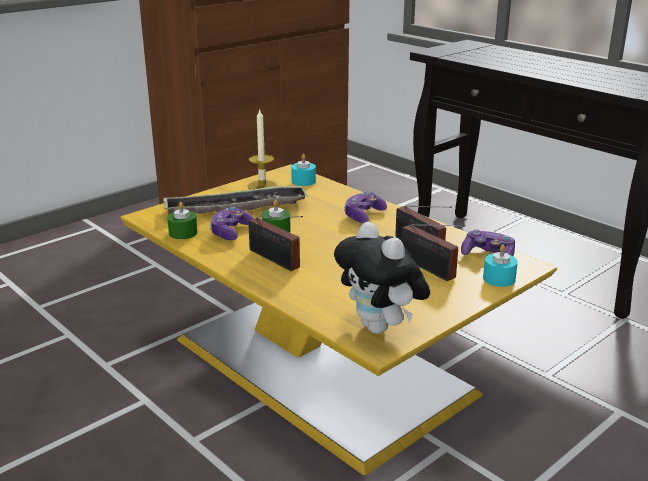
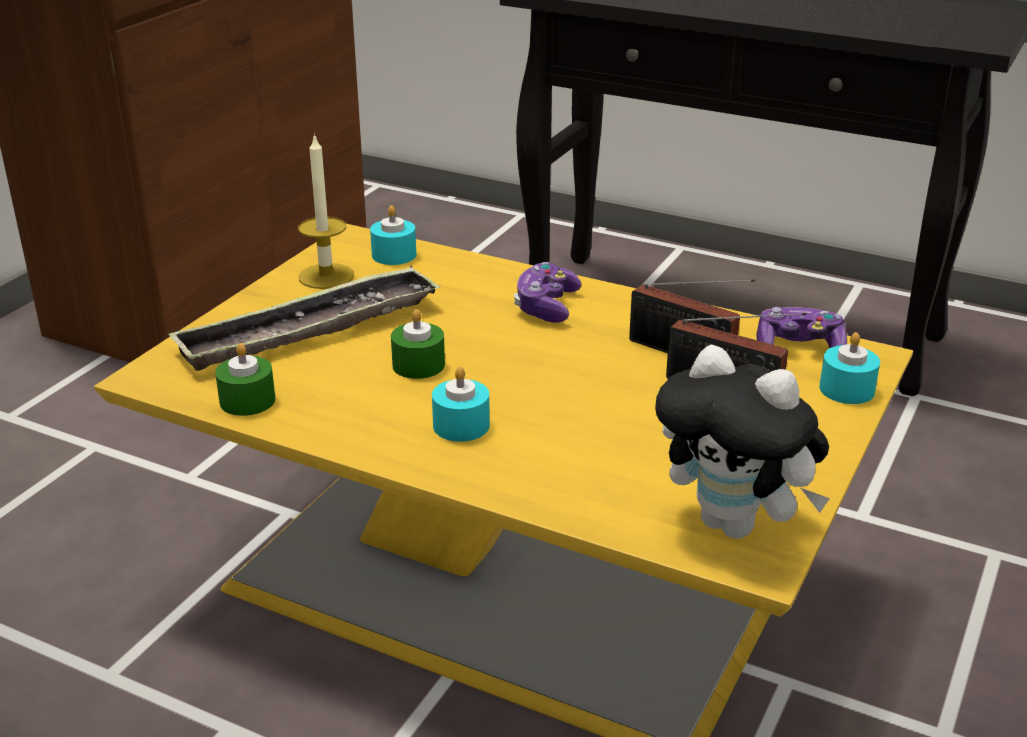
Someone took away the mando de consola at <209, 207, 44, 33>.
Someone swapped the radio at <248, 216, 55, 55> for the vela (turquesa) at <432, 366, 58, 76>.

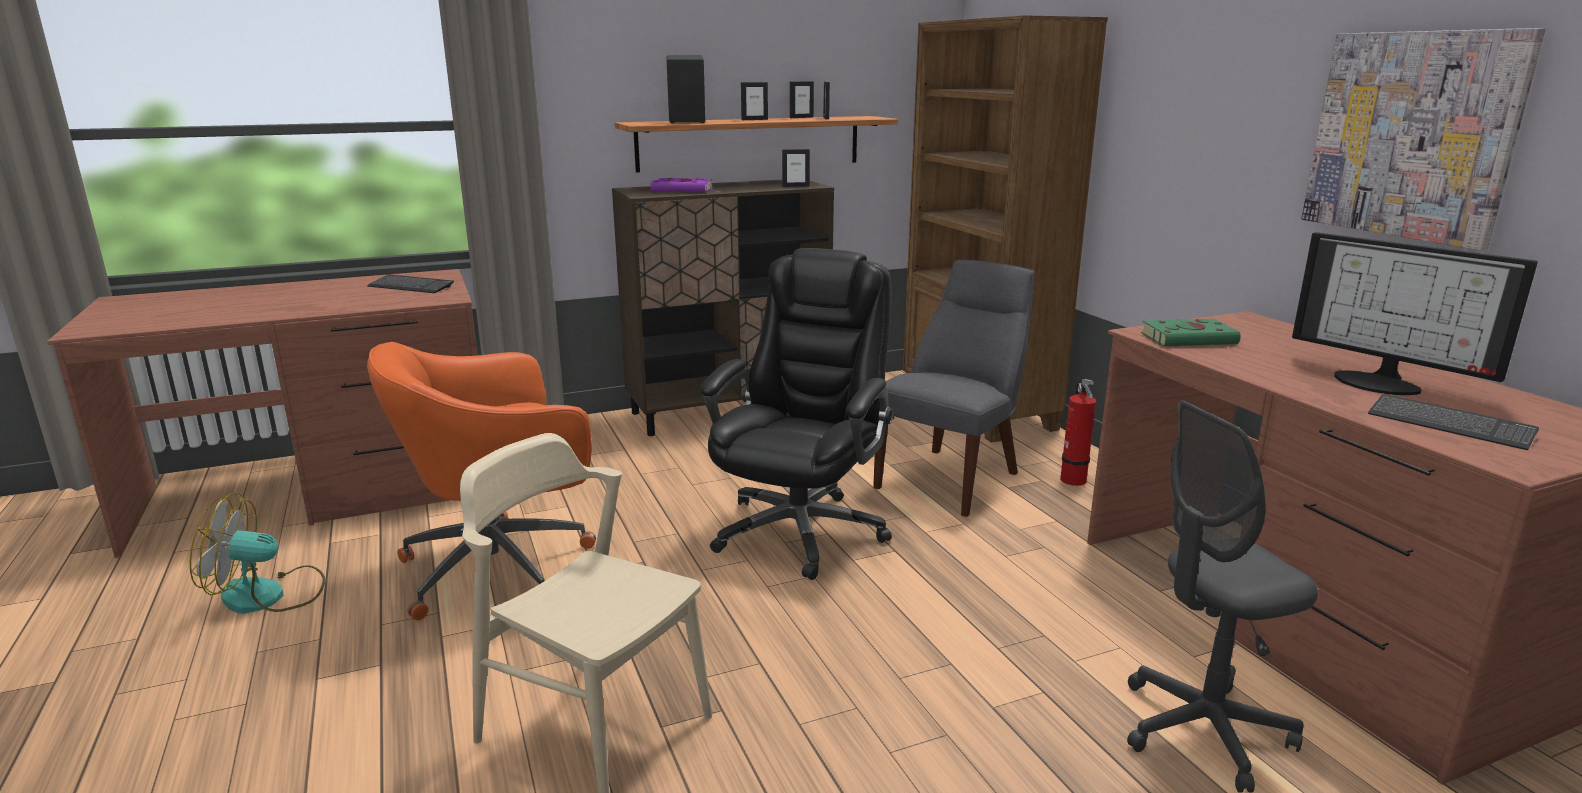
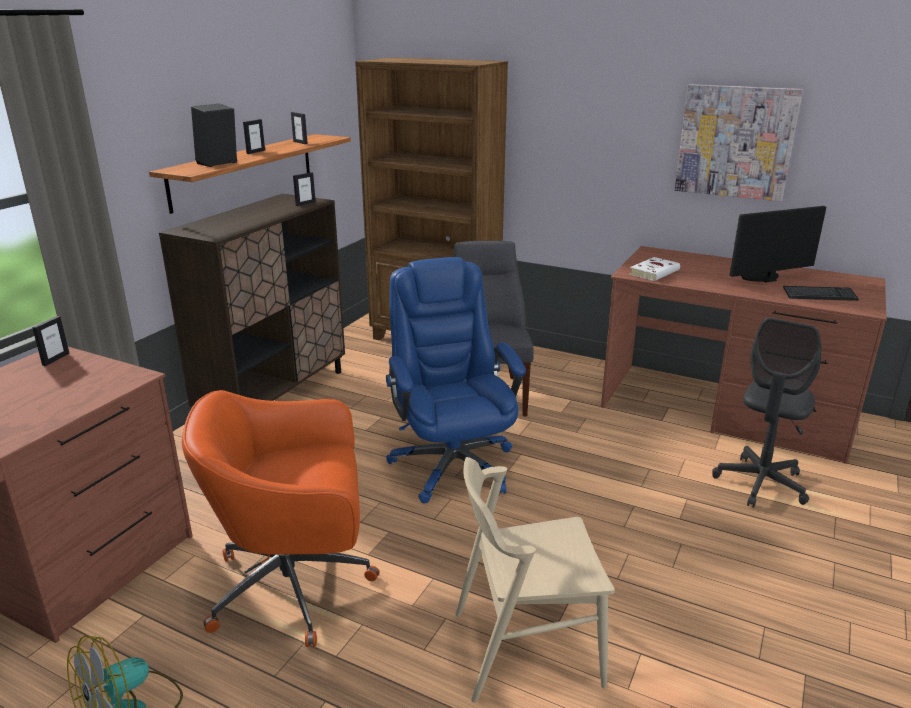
Someone carried the portarretratos from <790, 81, 24, 37> to <32, 316, 38, 50>.
Someone took away the libro (morado) at <651, 178, 68, 14>.
Someone rotated the monitor at <1292, 232, 246, 163> by 150 degrees clockwise.
Someone repainted the silla de oficina (negro) at <700, 248, 193, 332>, which became the silla de oficina (azul) at <386, 257, 140, 246>.
Someone took away the teclado at <367, 275, 87, 18>.
Someone repainted the libro (verde) at <1141, 319, 102, 27>, which became the libro (blanco) at <630, 257, 50, 24>.
Someone rotated the silla de oficina (naranja) at <367, 342, 229, 278> by 60 degrees clockwise.
Someone took away the extintor at <1060, 379, 36, 107>.

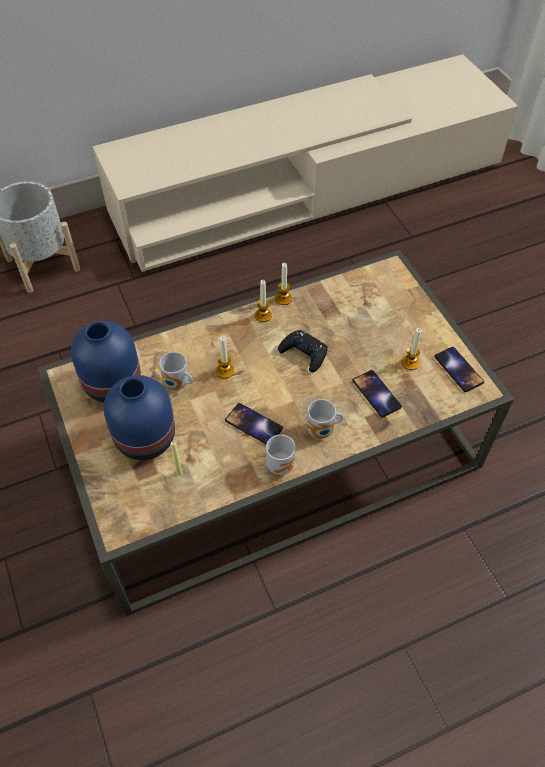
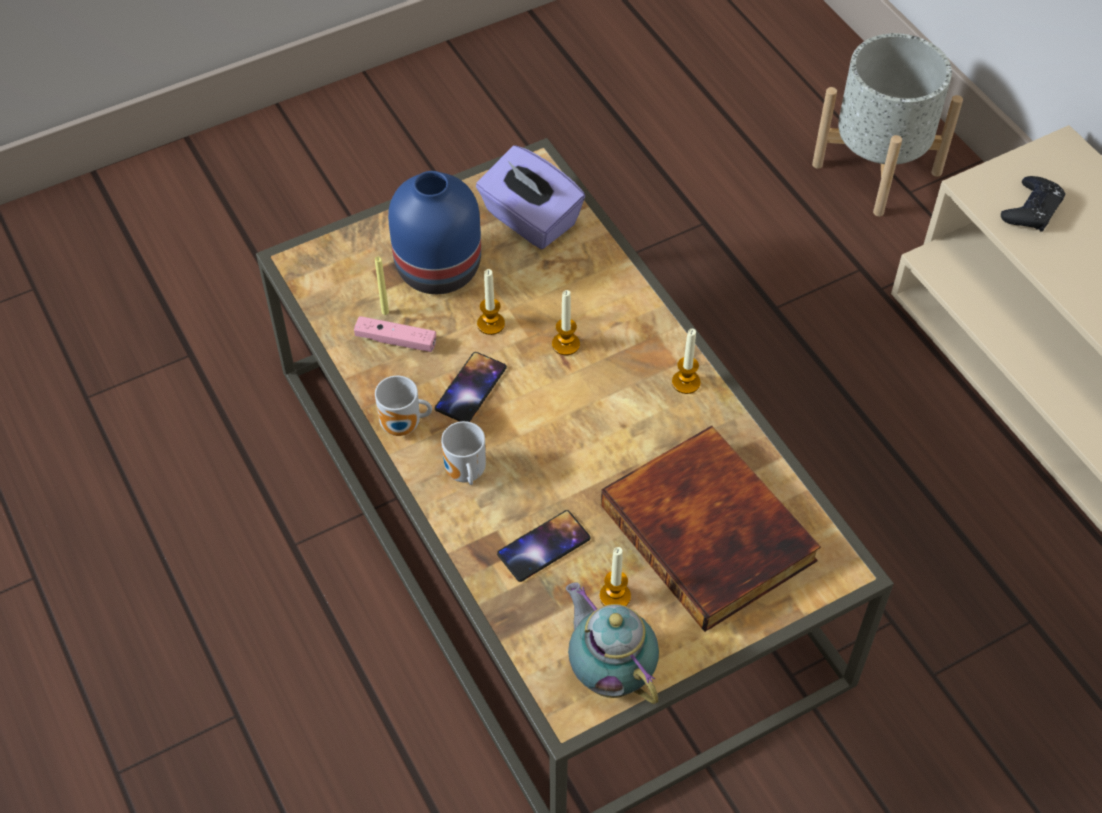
Someone carried the vela from <275, 263, 17, 42> to <477, 269, 28, 66>.
Someone swapped the florero (azul) at <71, 321, 70, 82> for the caja de pañuelos (morado) at <476, 146, 109, 103>.
Someone carried the mando de consola (negro) from <278, 330, 50, 42> to <1001, 176, 64, 56>.
Someone swapped the móvil at <434, 347, 50, 45> for the tetera at <566, 582, 93, 122>.
Someone took away the taza grande at <159, 352, 34, 38>.
Someone put down the mando de consola (rosa) at <354, 316, 82, 36>.
Someone put down the libro at <601, 426, 220, 206>.

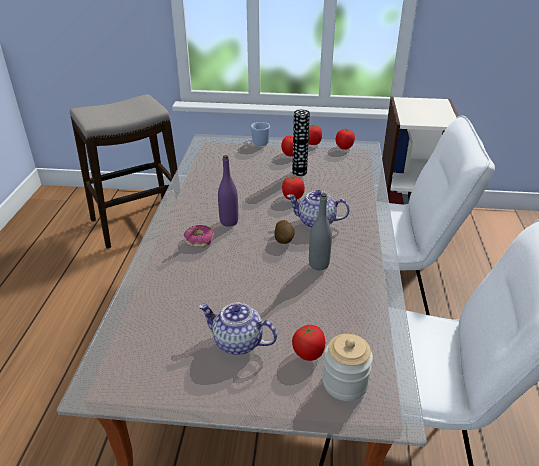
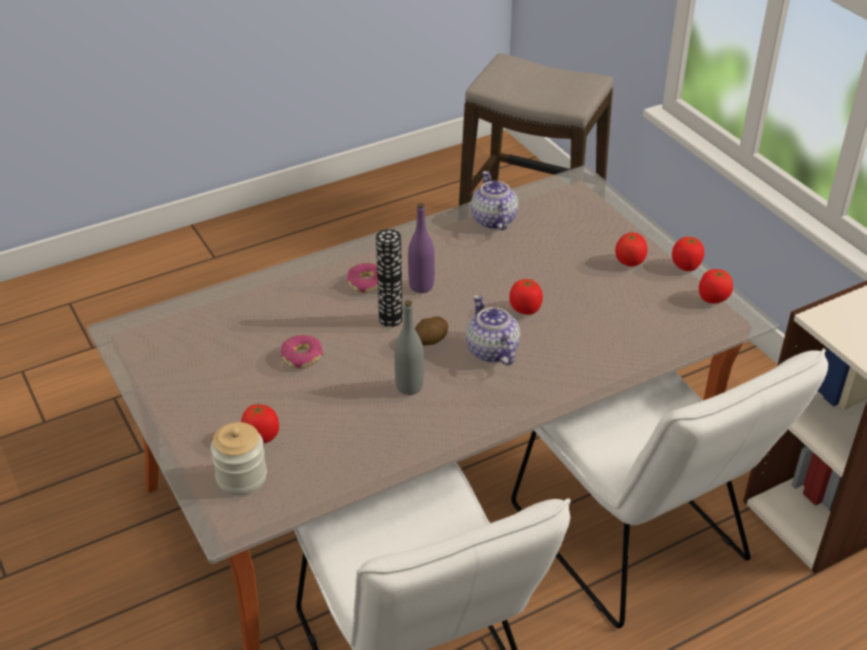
Someone carried the florero from <292, 109, 18, 67> to <376, 229, 27, 98>.
Someone took away the taza grande (azul) at <251, 122, 19, 24>.
Someone carried the tetera from <199, 303, 78, 52> to <471, 171, 47, 59>.
Someone put down the rosquilla at <281, 335, 42, 34>.

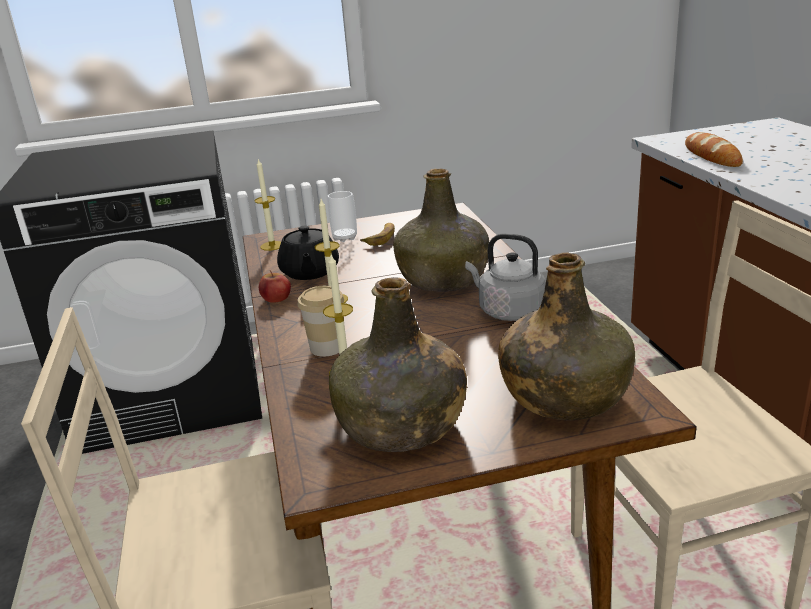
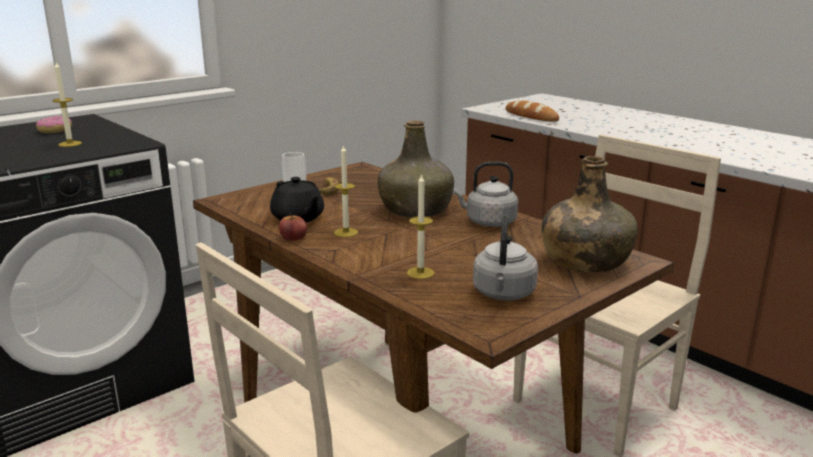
Someone carried the vela from <254, 159, 27, 92> to <52, 62, 30, 85>.
Someone swapped the botella (verde) at <329, 277, 138, 175> for the hervidor (gris) at <473, 215, 65, 85>.
Someone took away the taza at <298, 286, 46, 71>.
Someone put down the rosquilla at <36, 115, 36, 18>.

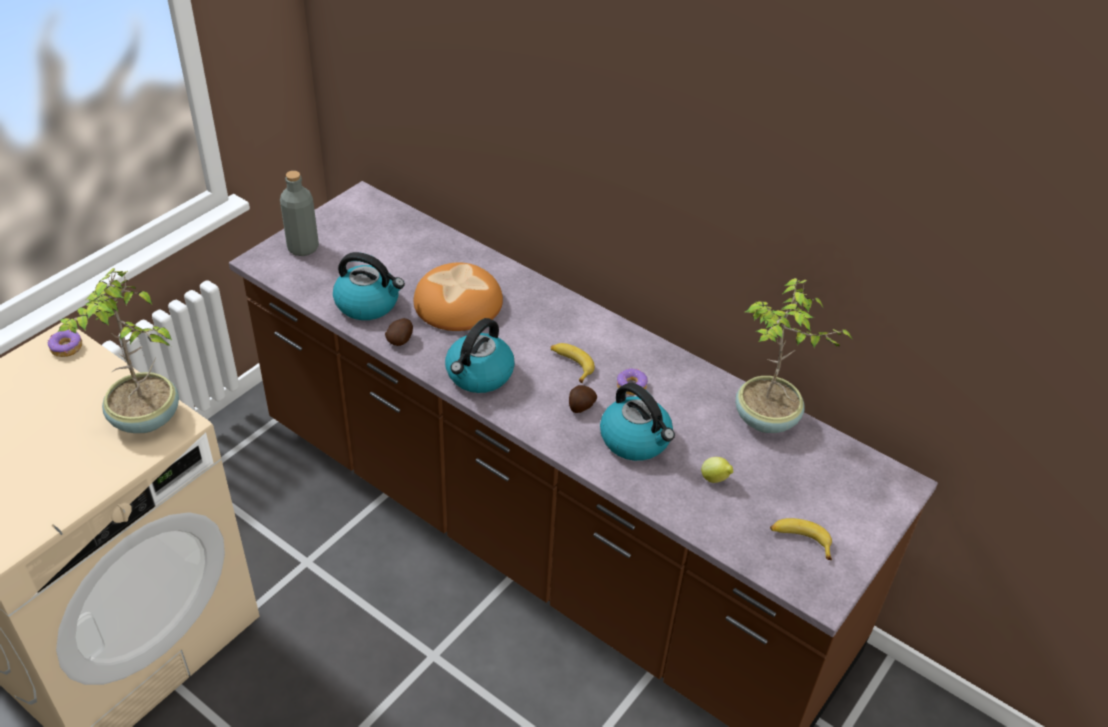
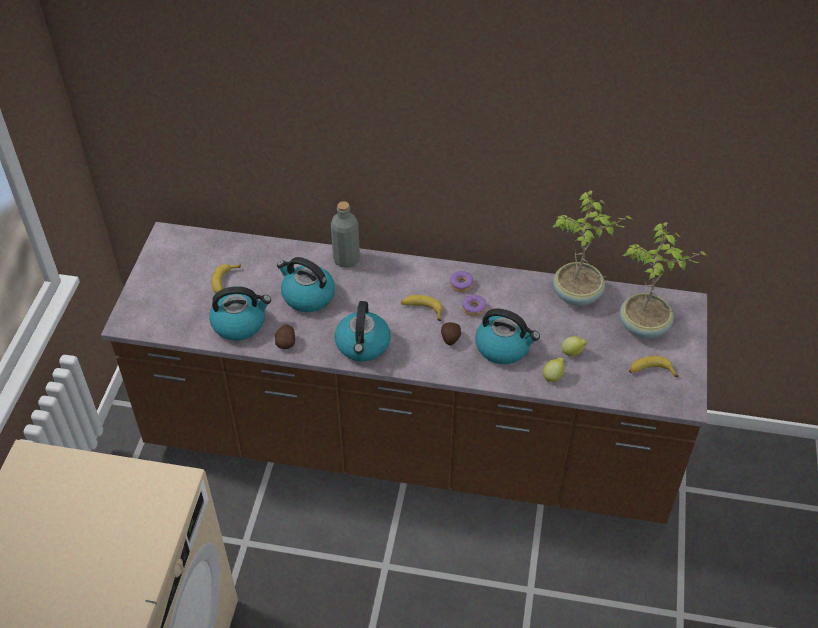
Someone carried the botella (gris) from <280, 171, 39, 85> to <331, 201, 29, 67>.
Someone swapped the pan at <414, 262, 89, 69> for the hervidor at <277, 257, 58, 55>.
Someone carried the planta en maceta from <58, 268, 121, 165> to <620, 222, 87, 116>.
Someone carried the rosquilla from <47, 330, 35, 27> to <450, 271, 23, 21>.
Someone put down the plátano at <211, 264, 30, 29>.
Someone put down the limón at <543, 357, 22, 26>.

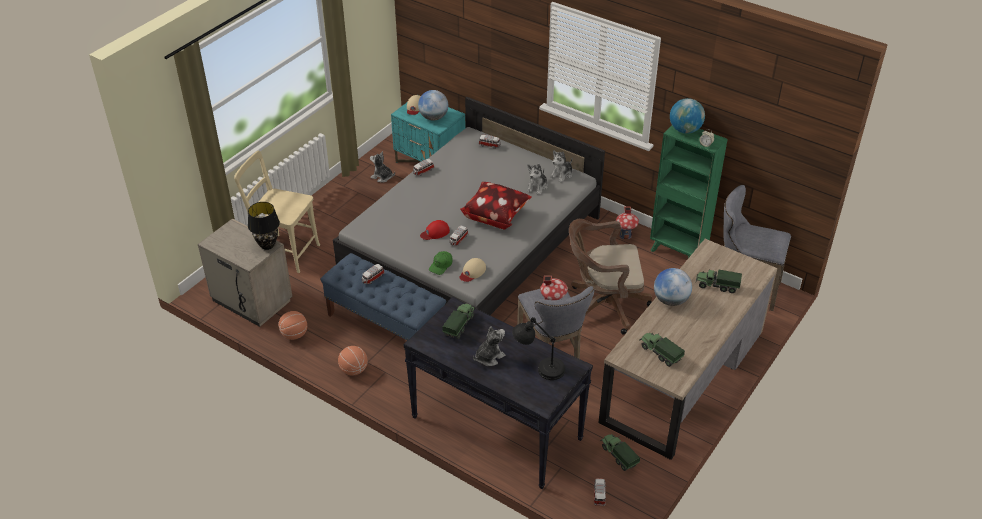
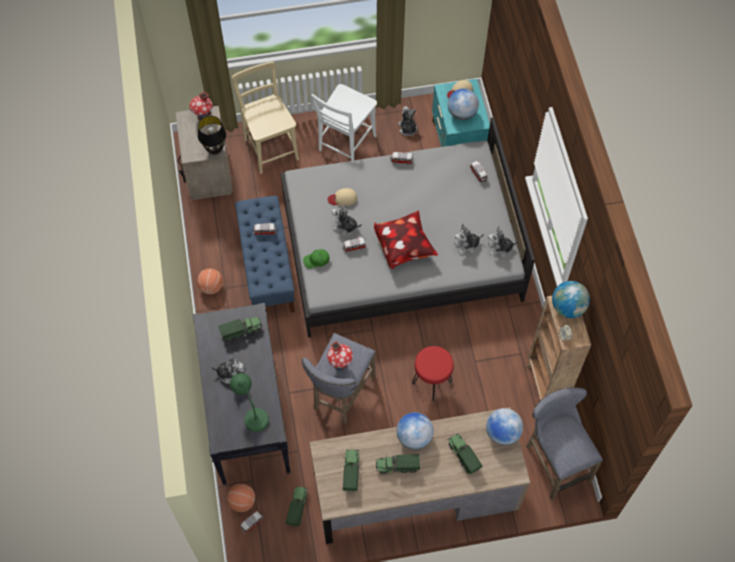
Someone repainted the estantería (verde) at <650, 125, 78, 133>, which became the estantería (marrón) at <526, 296, 65, 104>.
Someone carried the casita from <616, 206, 23, 33> to <189, 91, 24, 29>.
Someone swapped the silla de oficina (marrón) at <569, 219, 83, 115> for the taburete (rojo) at <412, 346, 42, 55>.
Someone swapped the gorra (rojo) at <420, 220, 30, 20> for the peluche at <332, 203, 30, 32>.
Someone carried the gorra (beis) from <460, 258, 26, 24> to <328, 188, 29, 18>.
Someone carried the balón de baloncesto from <279, 311, 28, 29> to <227, 483, 28, 29>.
Someone repainted the lámpara de mesa (negro) at <512, 317, 53, 63>, which became the lámpara de mesa (verde) at <230, 373, 39, 59>.
Someone put down the silla (blanco) at <311, 84, 66, 77>.
Someone put down the globo terráqueo at <486, 408, 37, 37>.
Someone put down the camión de juguete at <376, 454, 44, 20>.

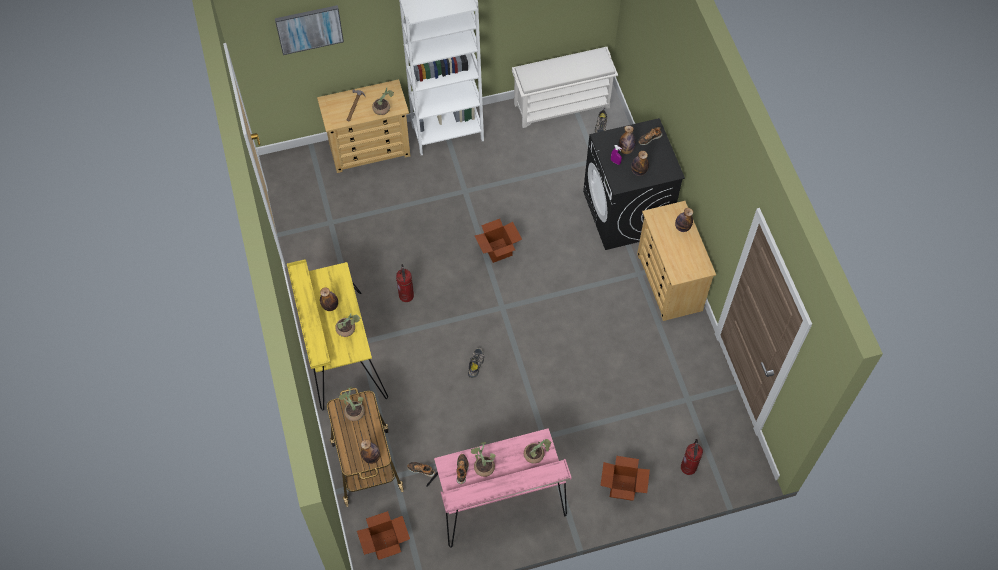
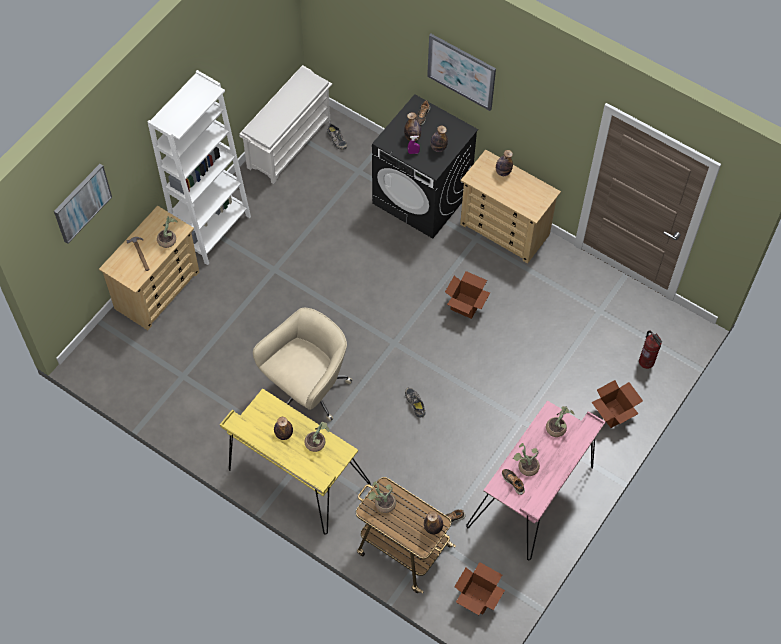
Someone carried the caja de cartón from <475, 219, 47, 44> to <445, 271, 45, 48>.
Someone swapped the extintor at <396, 264, 18, 38> for the silla de oficina (beis) at <253, 308, 99, 113>.
Someone put up the cuadro at <427, 34, 69, 77>.

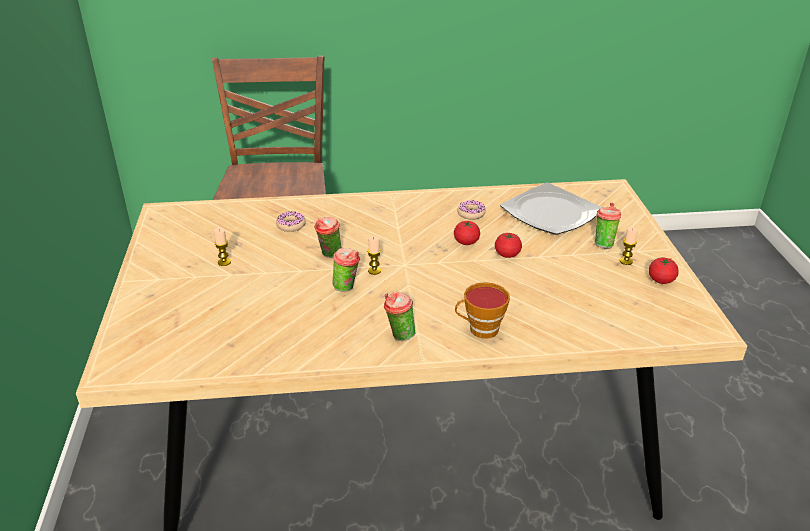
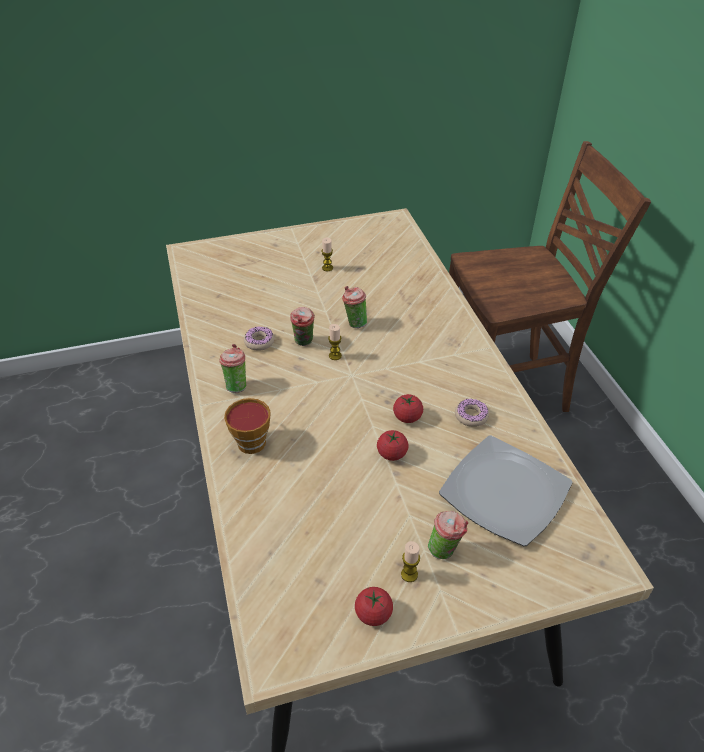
Someone carried the rosquilla from <276, 211, 30, 21> to <244, 326, 30, 25>.

